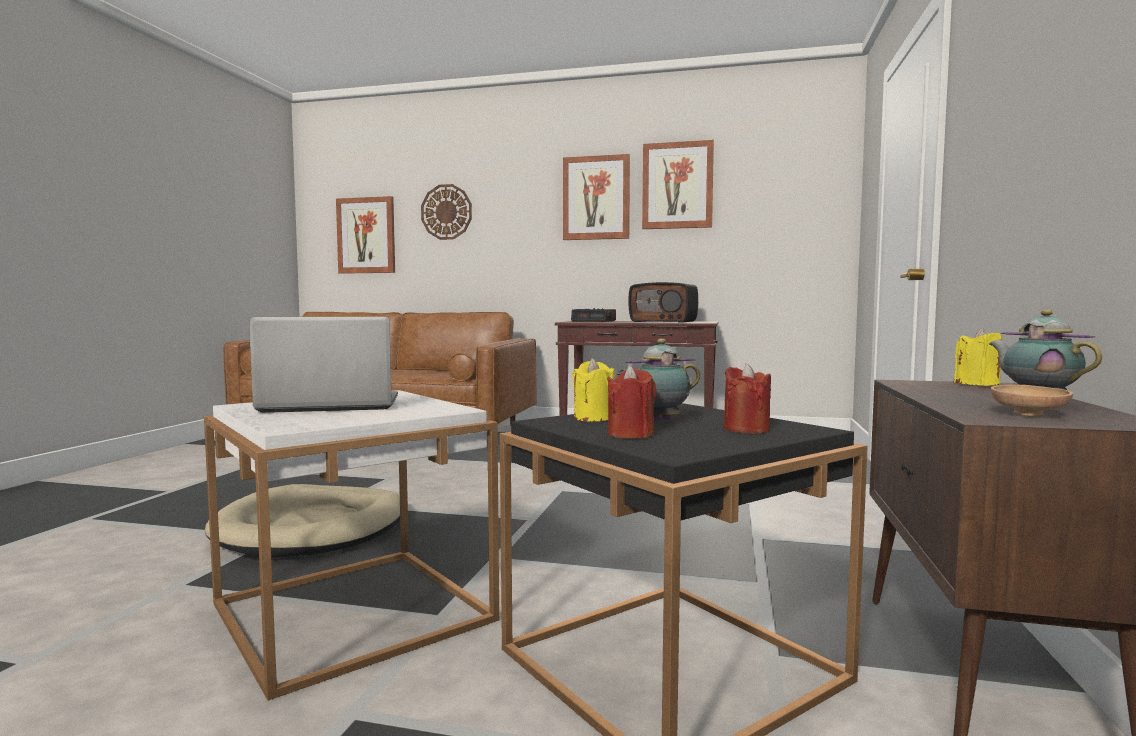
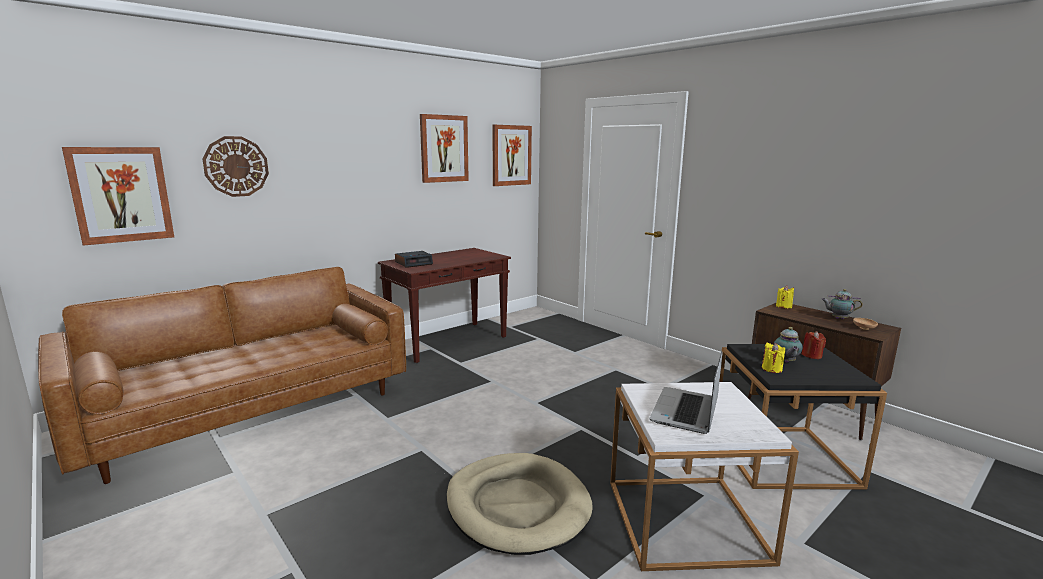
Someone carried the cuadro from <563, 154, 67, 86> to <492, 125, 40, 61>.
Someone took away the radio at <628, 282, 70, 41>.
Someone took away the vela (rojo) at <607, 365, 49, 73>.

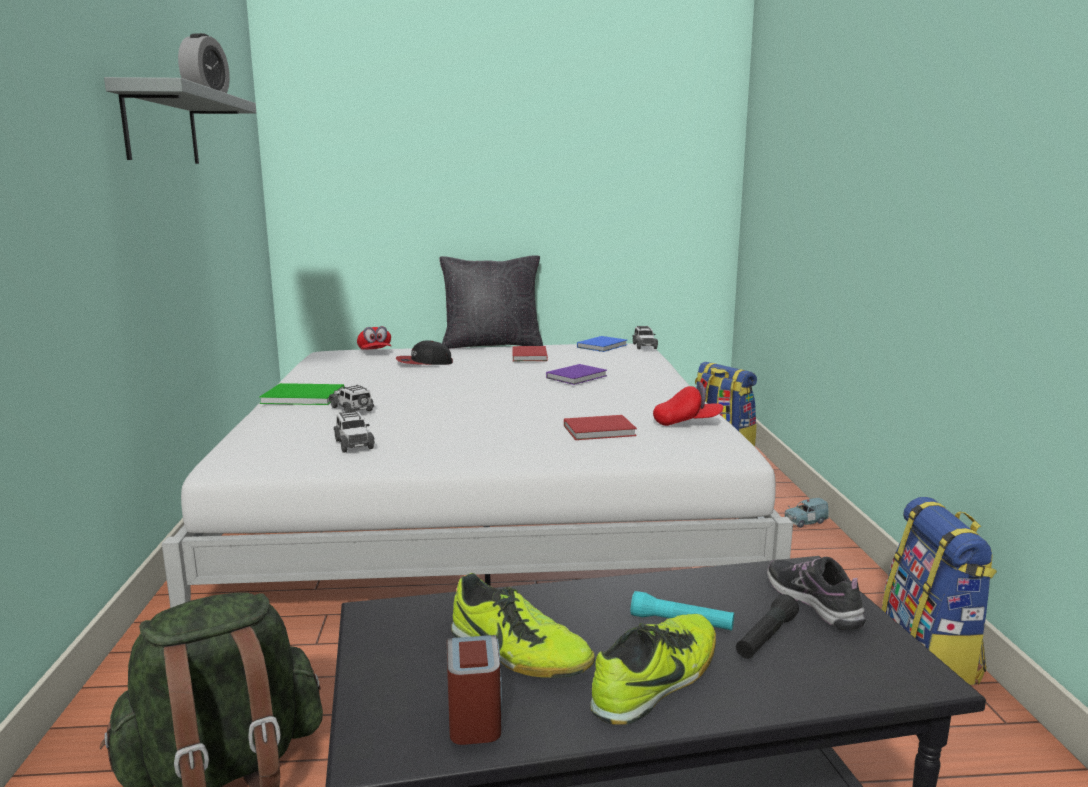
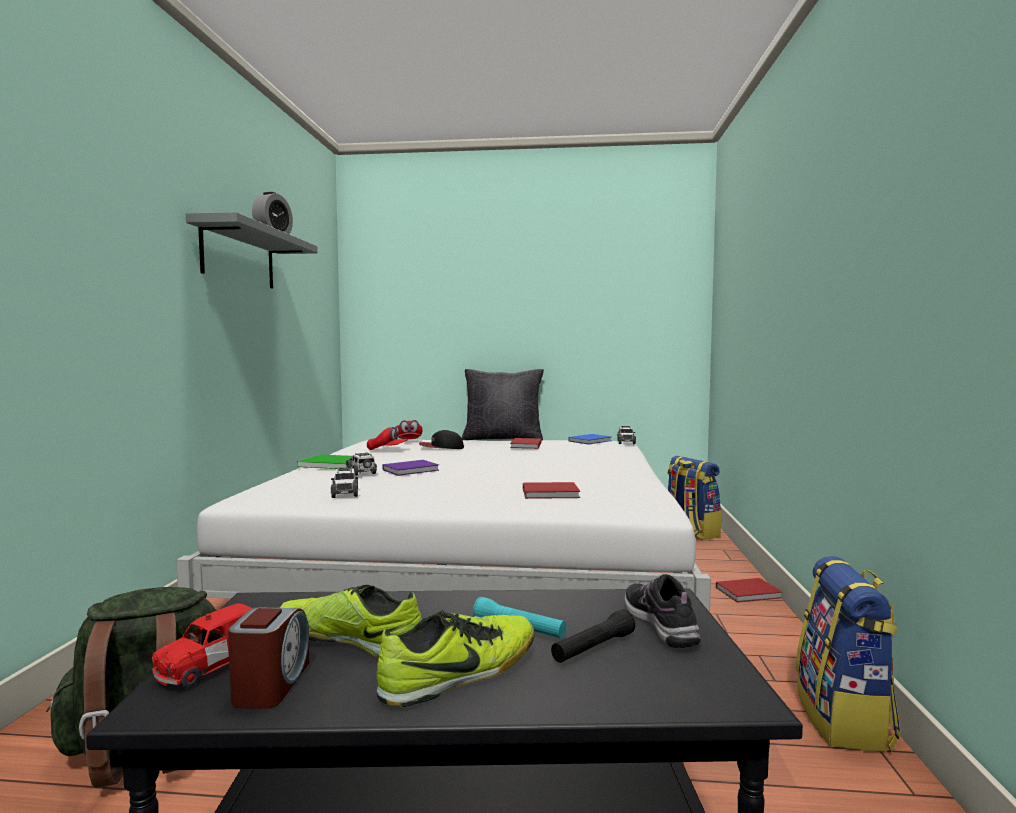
Someone carried the libro (morado) from <546, 364, 61, 21> to <383, 460, 56, 16>.
Someone carried the gorra (rojo) from <653, 382, 71, 44> to <367, 426, 42, 24>.
Someone swapped the coche de juguete (azul) at <784, 498, 45, 30> for the libro (rojo) at <716, 578, 66, 25>.
Someone rotated the zapato at <451, 573, 144, 105> by 150 degrees clockwise.
Someone put down the coche de juguete (rojo) at <152, 603, 100, 85>.

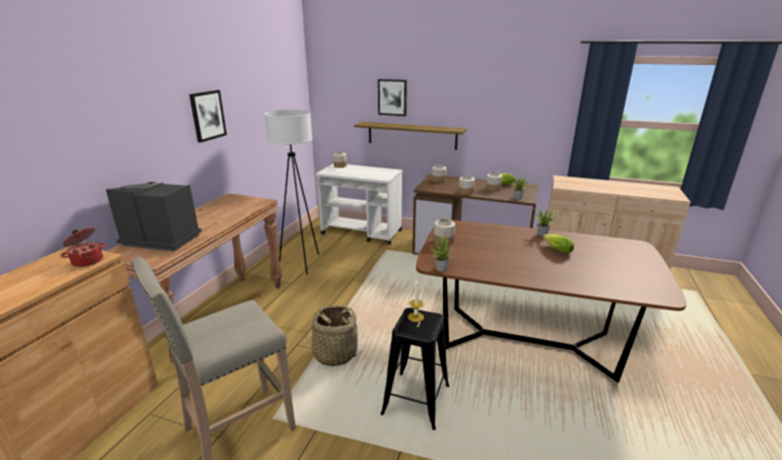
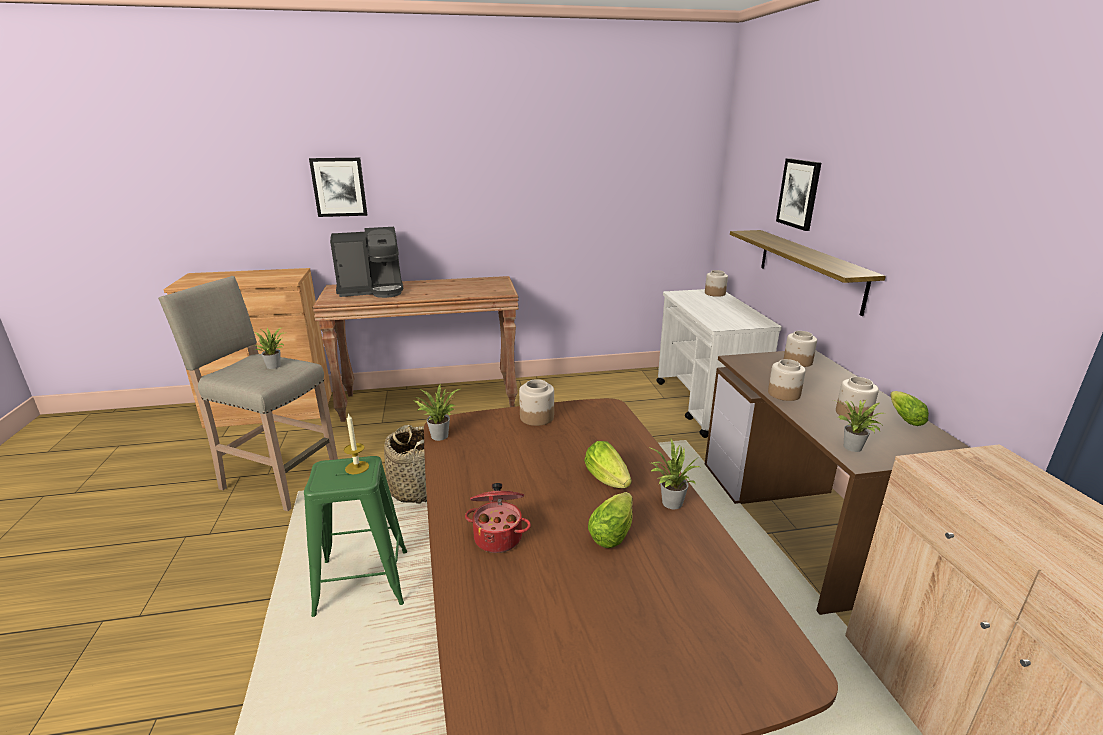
Someone carried the cuadro from <189, 90, 38, 53> to <309, 158, 58, 59>.
Someone took away the lámpara de pie (blanco) at <264, 110, 55, 164>.
Someone rotated the cafetera at <106, 182, 96, 70> by 90 degrees clockwise.
Someone carried the olla from <61, 227, 46, 40> to <465, 483, 66, 70>.
Someone repainted the taburete (negro) at <381, 308, 68, 122>, which became the taburete (verde) at <304, 456, 103, 161>.
Someone put down the planta en maceta at <252, 327, 32, 42>.
Someone put down the lechuga at <584, 441, 48, 47>.

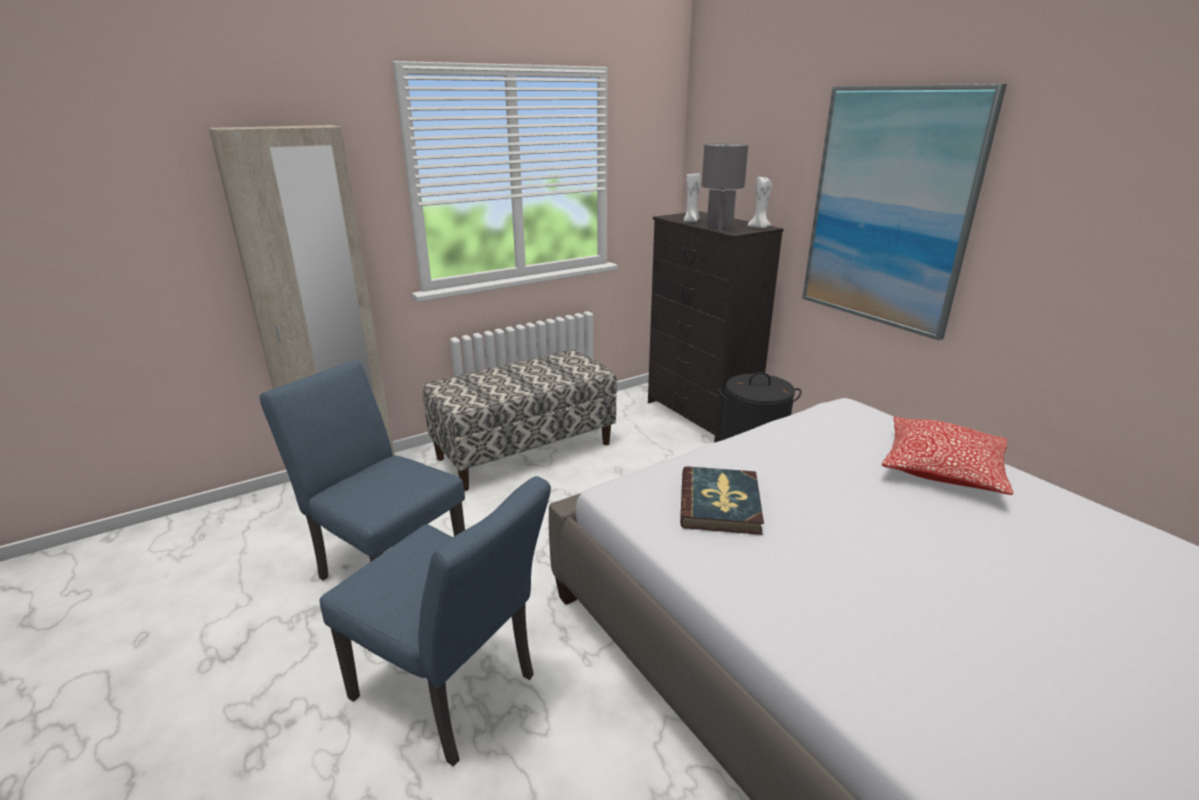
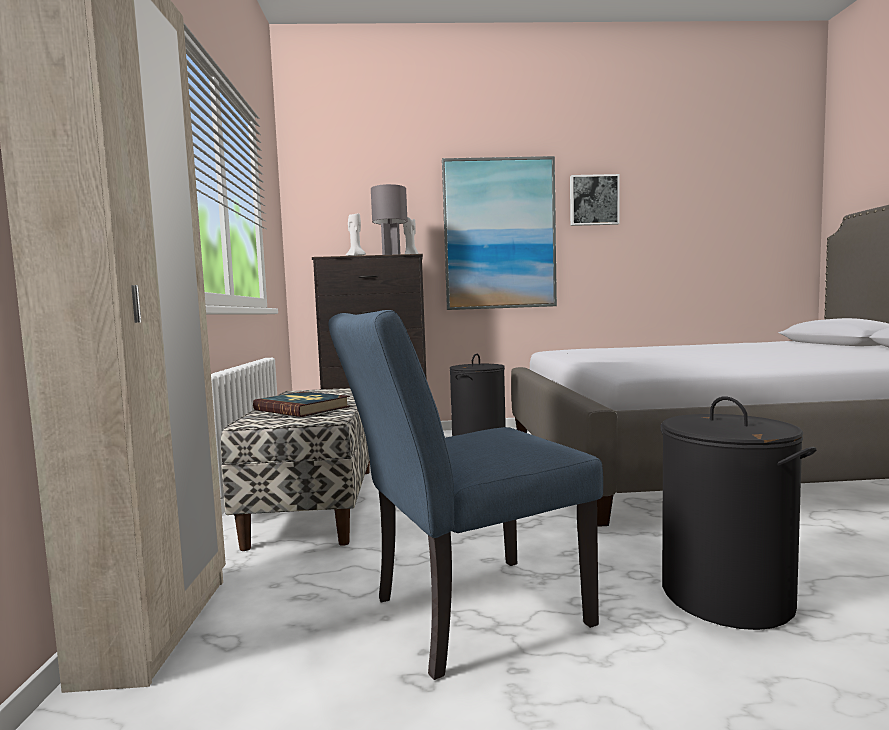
Someone took away the cojín at <882, 417, 131, 78>.
Someone carried the libro from <680, 466, 84, 69> to <253, 391, 97, 26>.
Someone swapped the silla (azul) at <320, 476, 231, 290> for the cesto de la ropa (negro) at <660, 397, 157, 233>.
Someone put up the cuadro at <570, 174, 50, 52>.

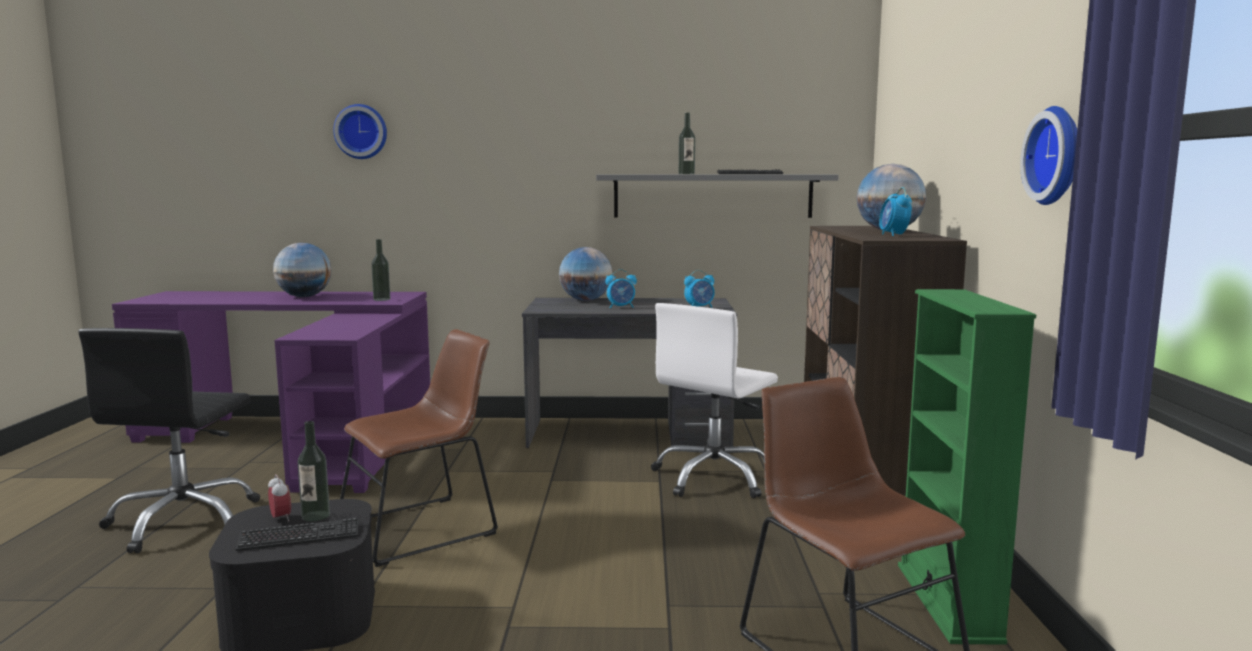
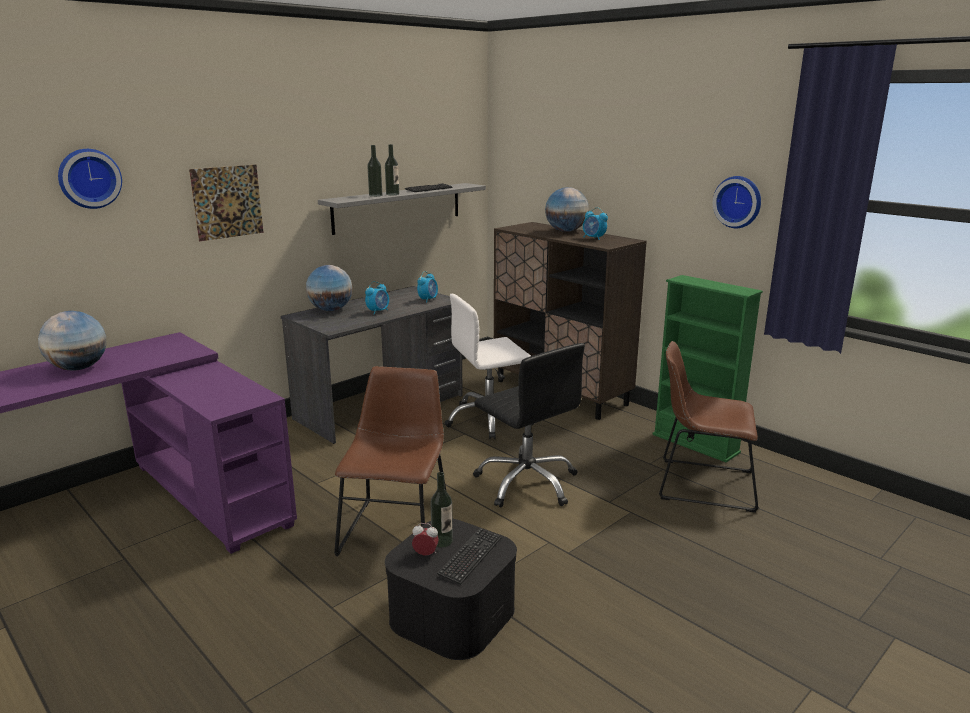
Someone carried the botella from <371, 239, 19, 62> to <367, 145, 15, 52>.
Someone rotated the silla de oficina (blanco) at <651, 303, 127, 195> by 75 degrees clockwise.
Someone carried the silla de oficina (negro) from <79, 328, 181, 225> to <473, 343, 112, 164>.
Someone put up the cuadro at <189, 165, 75, 76>.

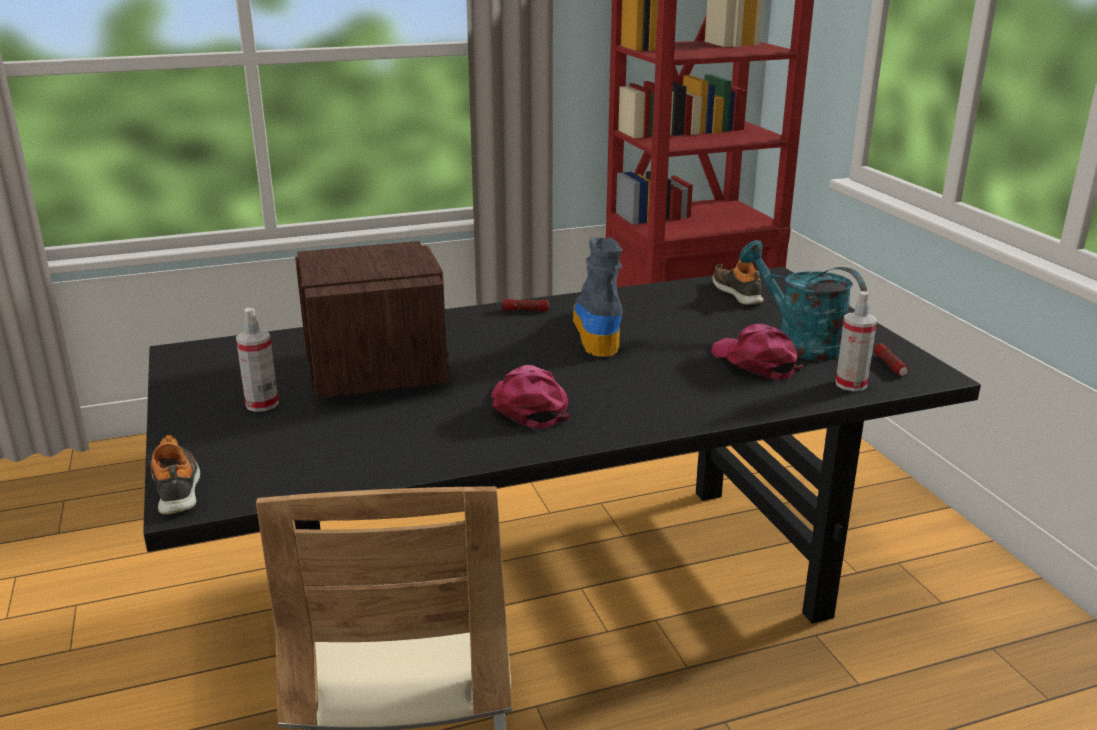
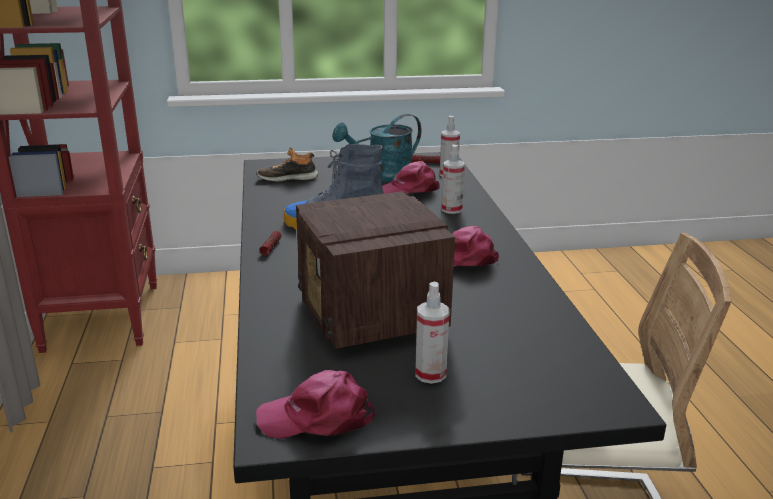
Someone rotated the radio at <295, 241, 154, 158> by 105 degrees counterclockwise.
Someone took away the zapato at <150, 435, 50, 80>.
Someone put down the pulverizador at <441, 144, 24, 70>.
Someone put down the gorra (rosa) at <256, 370, 119, 70>.

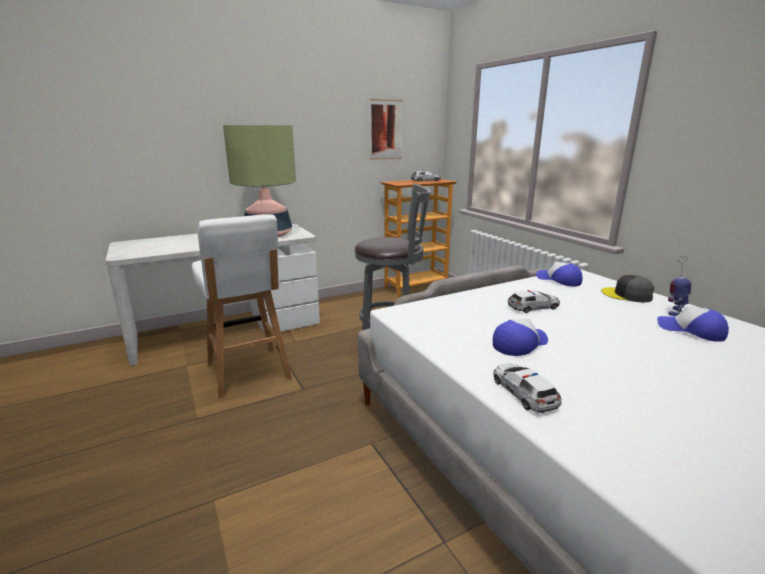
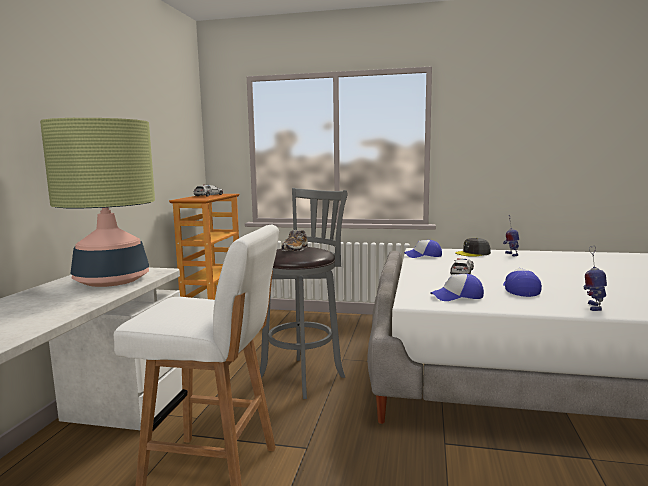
Someone took away the cuadro at <369, 99, 34, 61>.
Someone carried the gorra from <657, 307, 72, 35> to <430, 274, 54, 27>.
Someone swapped the coche de juguete at <493, 364, 69, 49> for the robot de juguete at <584, 246, 23, 65>.
Someone put down the zapato at <281, 230, 27, 21>.

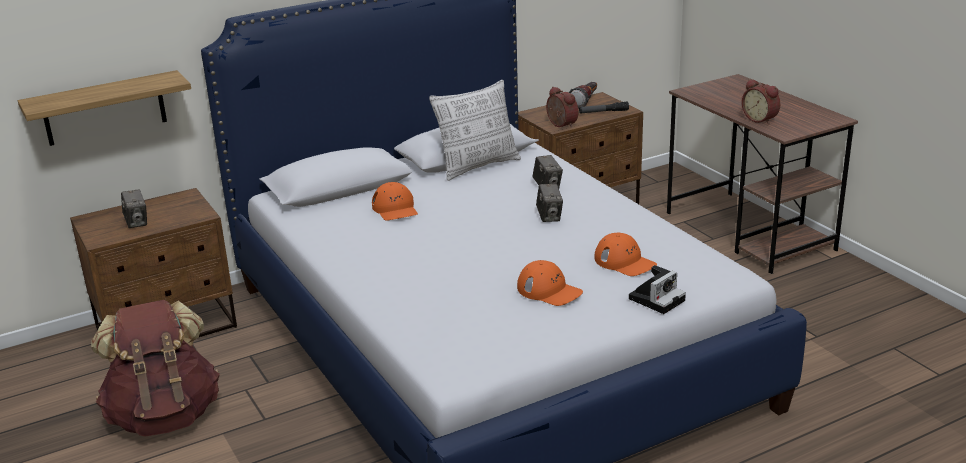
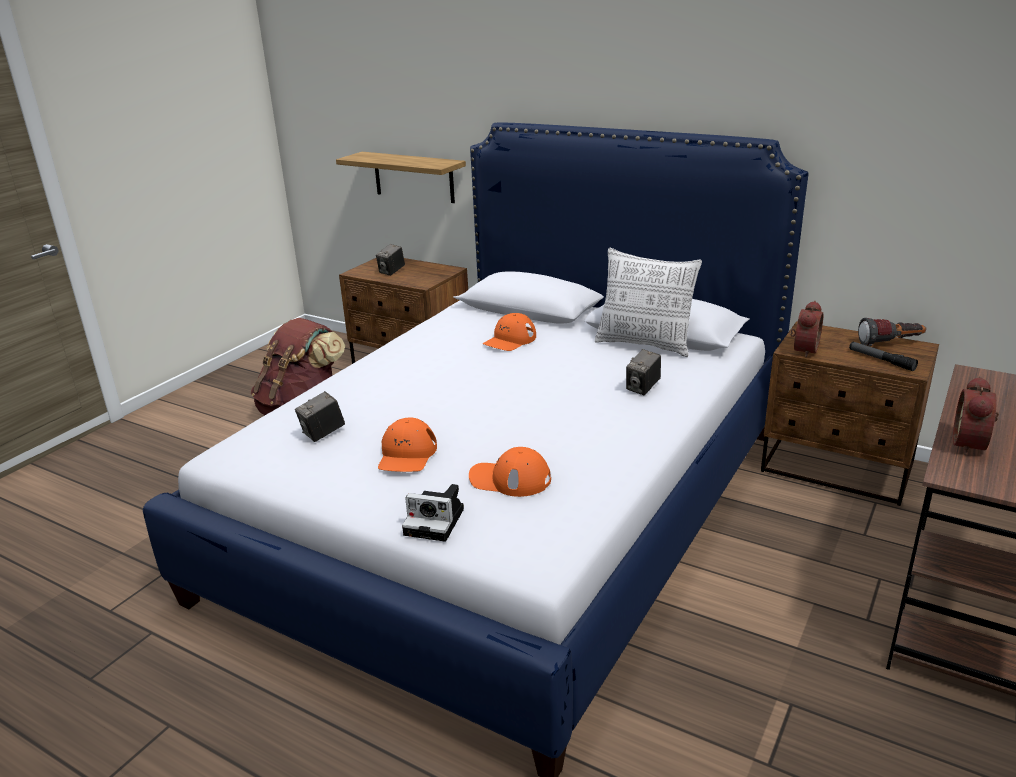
Someone carried the cámara from <536, 184, 27, 38> to <295, 391, 50, 51>.
Someone rotated the gorra (naranja) at <594, 232, 63, 44> by 90 degrees clockwise.

